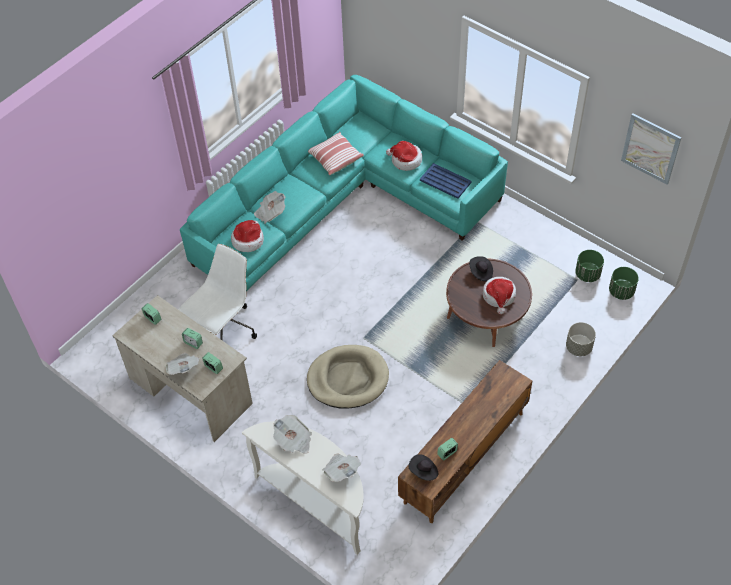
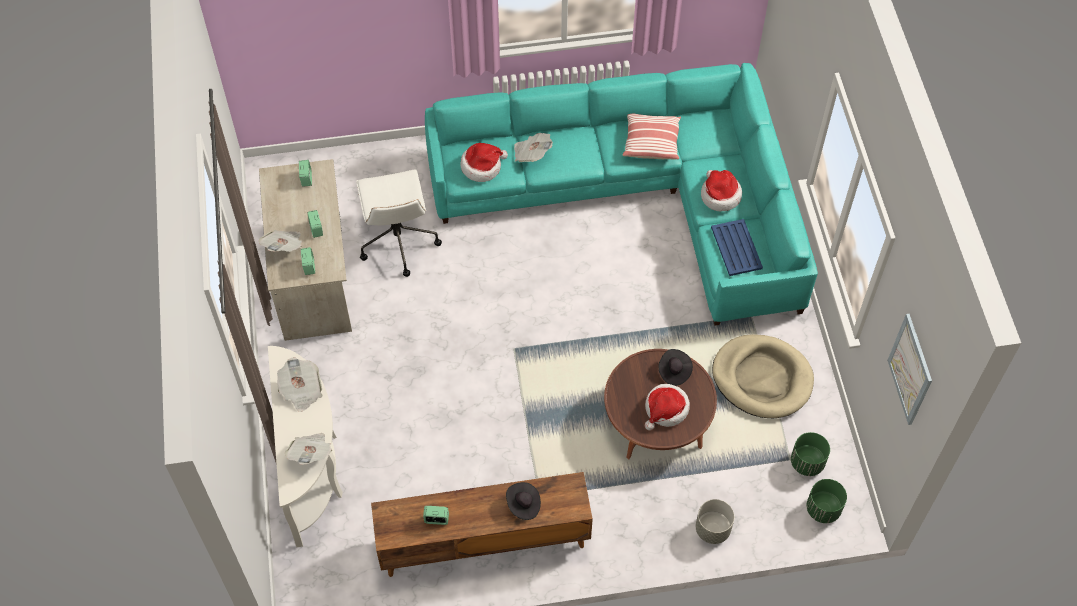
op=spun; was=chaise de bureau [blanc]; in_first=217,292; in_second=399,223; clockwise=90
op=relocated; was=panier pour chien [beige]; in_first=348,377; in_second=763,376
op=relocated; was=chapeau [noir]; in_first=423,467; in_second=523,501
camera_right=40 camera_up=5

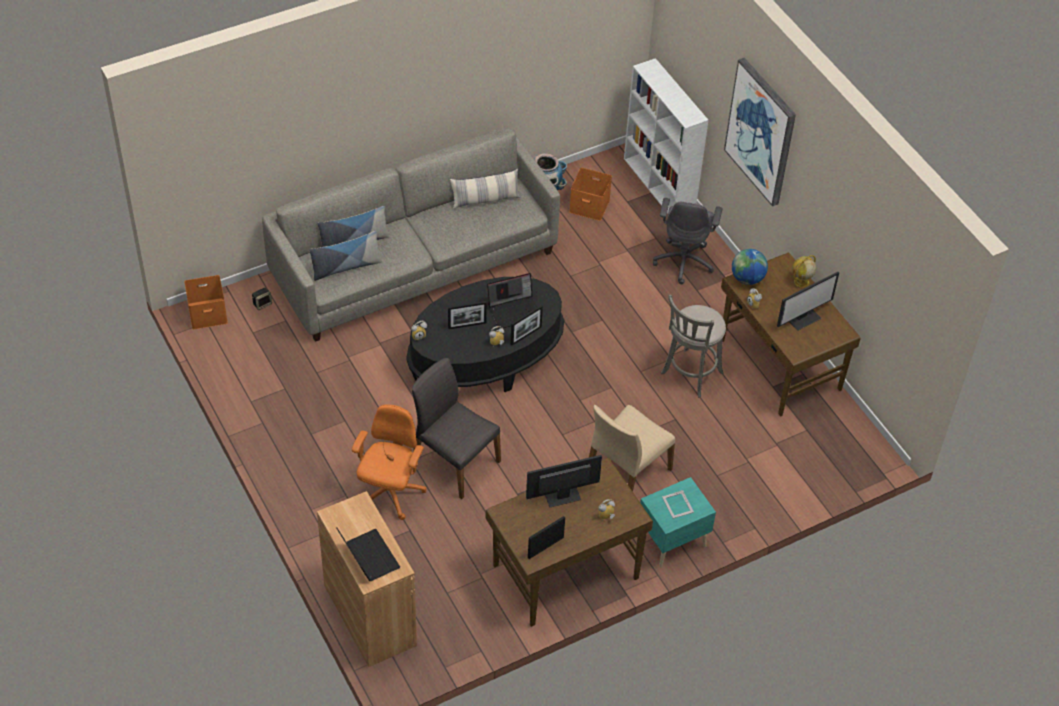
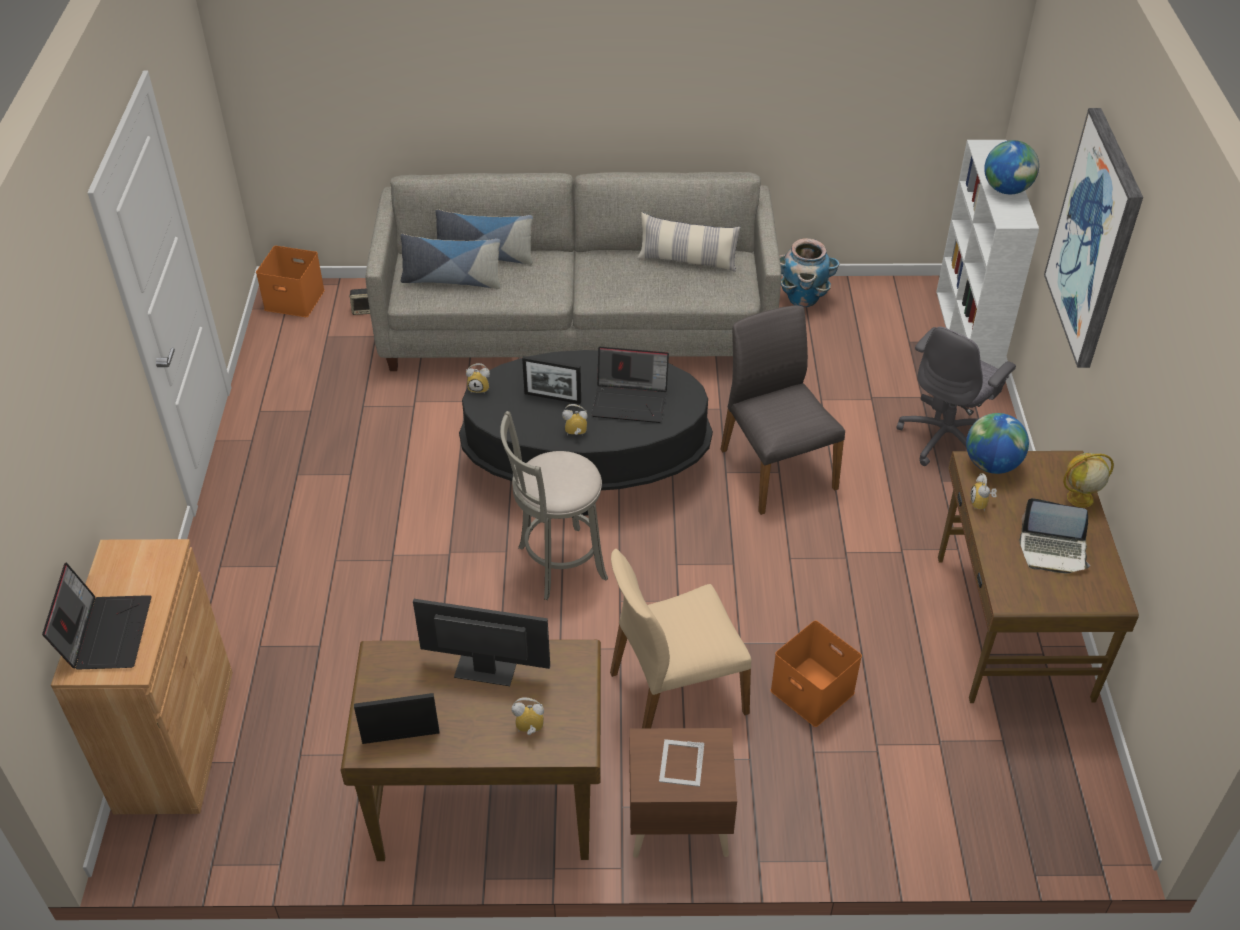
op=missing; was=chaise de bureau [orange]; in_first=389,462
op=relocated; was=chaise [gris]; in_first=456,428; in_second=782,410
op=missing; was=cadre photo; in_first=527,325
op=relocated; was=boîte de rangement [orange]; in_first=590,194; in_second=816,674
op=colour; was=table de chevet [turquoise]; now=table de chevet [marron]; in_first=678,522; in_second=683,793
op=relocated; was=tabouret [gris]; in_first=693,346; in_second=554,505
op=exchanged; was=écran d'ordinateur; now=ordinateur portable; in_first=808,301; in_second=1054,536
op=appeared; now=globe; in_second=1011,167
camera_right=30 camera_up=-5

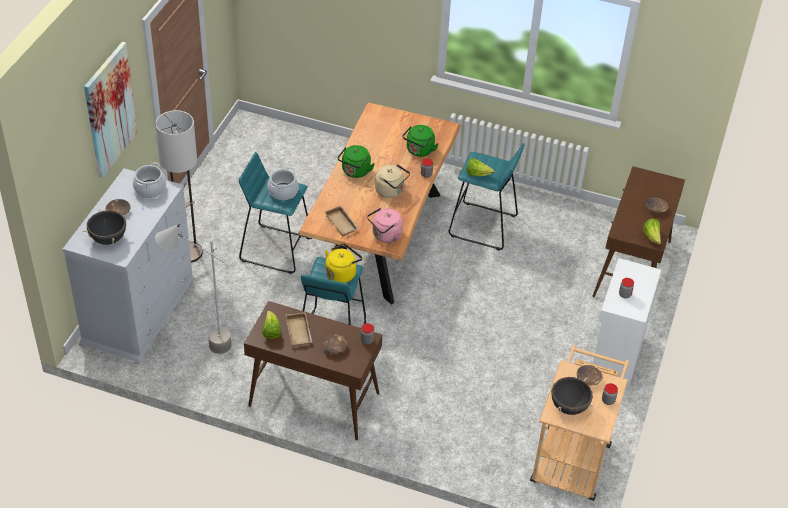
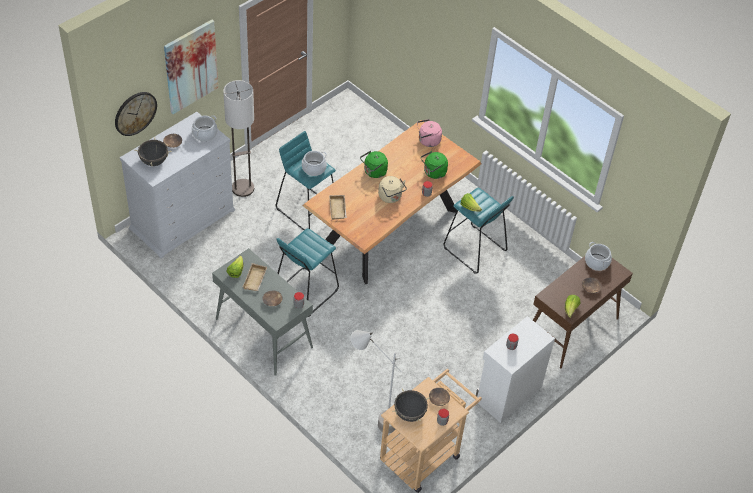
op=relocated; was=lampadaire [gris]; in_first=193,289; in_second=376,381
op=colour; was=table console [marron]; now=table console [gris]; in_first=313,370; in_second=262,312
op=missing; was=bouilloire [jaune]; in_first=343,263
op=relocated; was=bouilloire [rose]; in_first=385,225; in_second=429,133
op=appeared; now=horloge murale; in_second=136,114
op=appeared; now=marmite; in_second=598,256
camera_right=25 camera_up=5

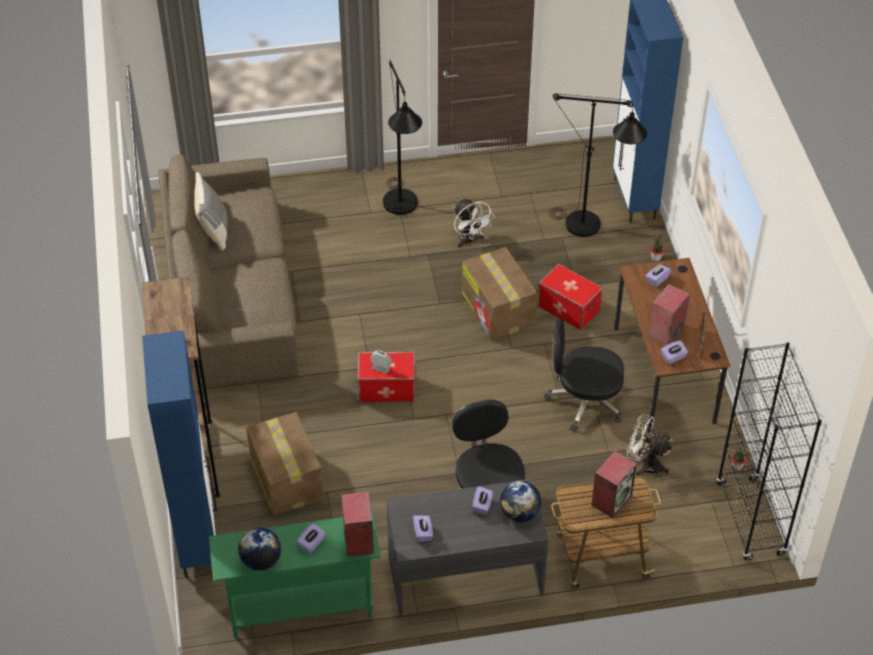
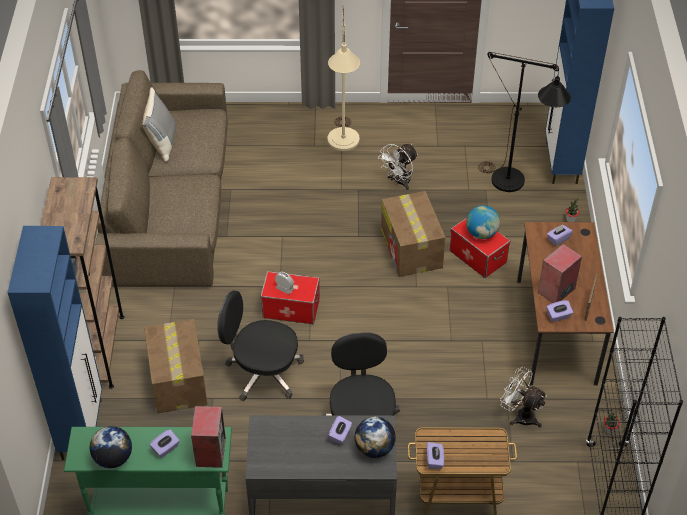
op=colour; was=lampadaire [noir]; now=lampadaire [beige]; in_first=402,137; in_second=344,78
op=relocated; was=boîte à mouchoirs [violet]; in_first=423,528; in_second=435,455
op=spun; was=ventilateur [blanc]; in_first=474,222; in_second=398,167; clockwise=60
op=relocated; was=chaise de bureau [noir]; in_first=584,375; in_second=260,346
op=missing; was=enceinte; in_first=614,484
op=appeared; now=globe; in_second=483,222
camera_right=10 camera_up=0

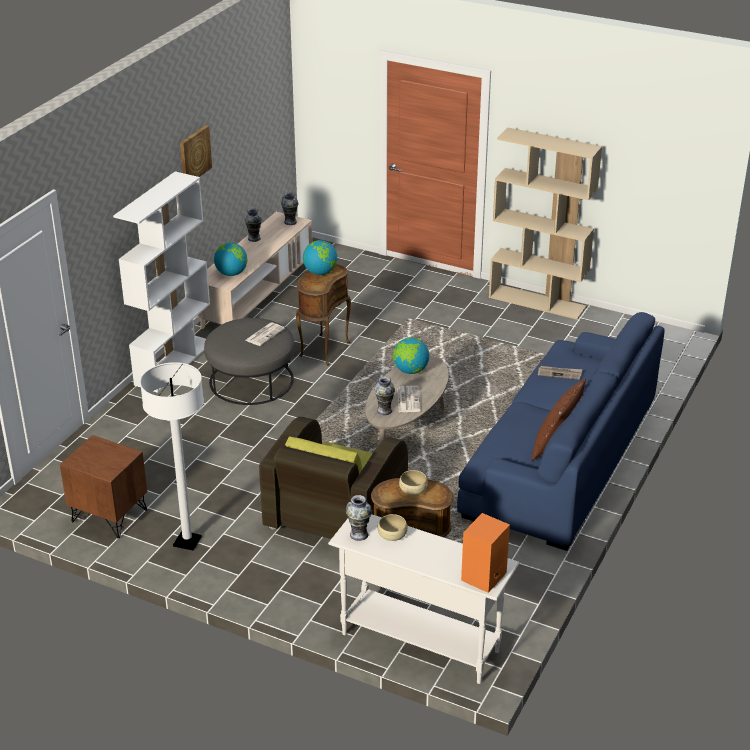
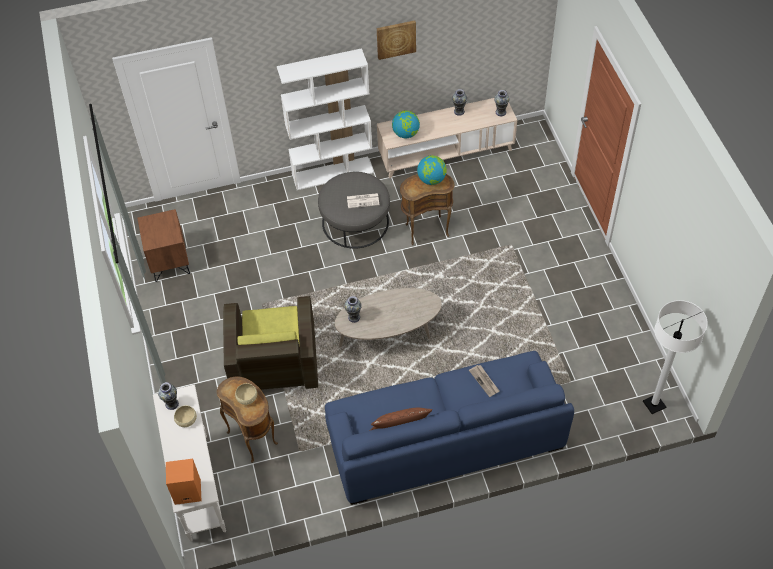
op=relocated; was=lampadaire [blanc]; in_first=172,456; in_second=675,357
op=spun; was=fauteuil [marron]; in_first=333,478; in_second=270,343; clockwise=-75
op=missing; was=globe; in_first=411,355
op=missing; was=journal; in_first=409,399
op=missing; was=bibliothèque [beige]; in_first=545,223
camera_right=50 camera_up=20

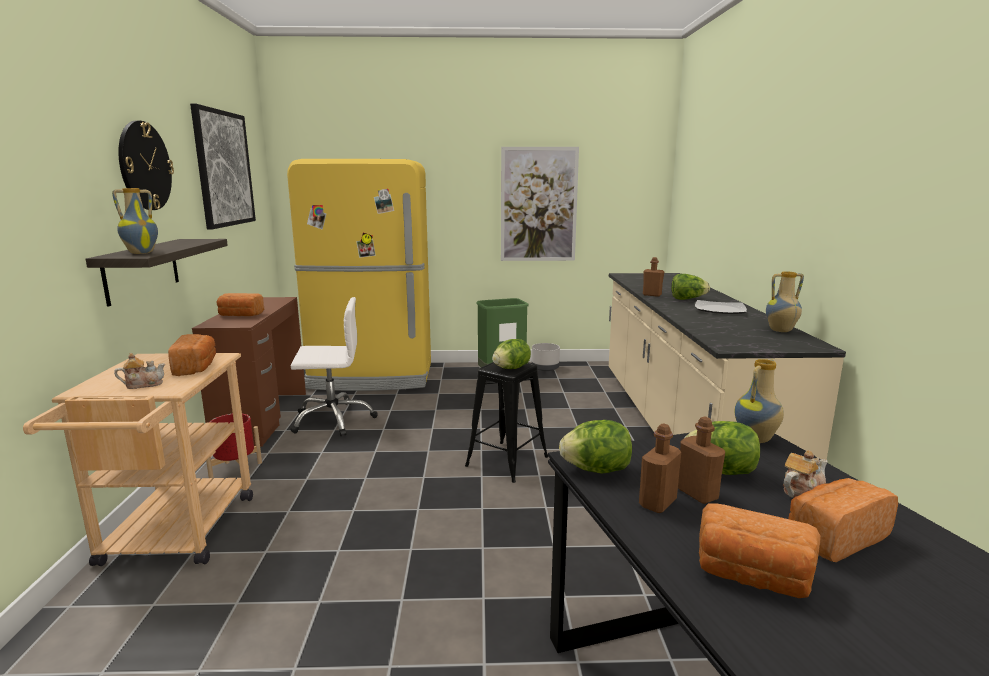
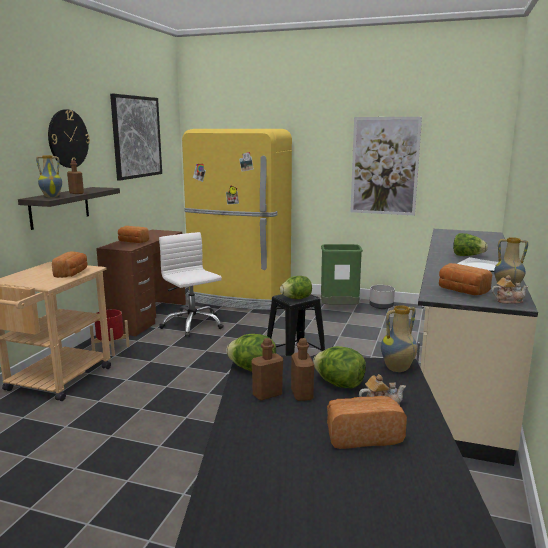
op=relocated; was=théière; in_first=139,371; in_second=510,289
op=spun; was=chaise de bureau [blanc]; in_first=334,366; in_second=191,284; clockwise=-135
op=relocated; was=bouteille [marron]; in_first=653,277; in_second=75,177
op=relocated; was=pain; in_first=760,550; in_second=465,279
camera_right=20 camera_up=0

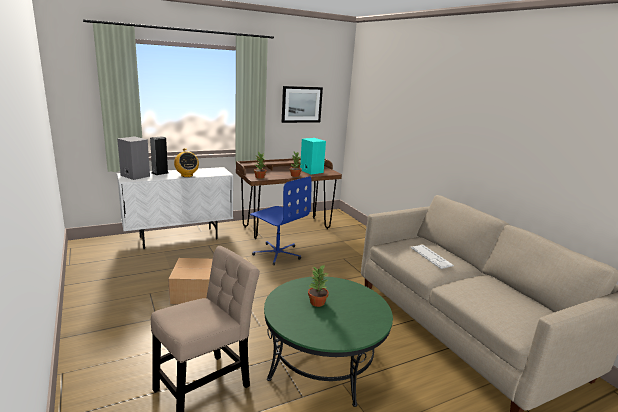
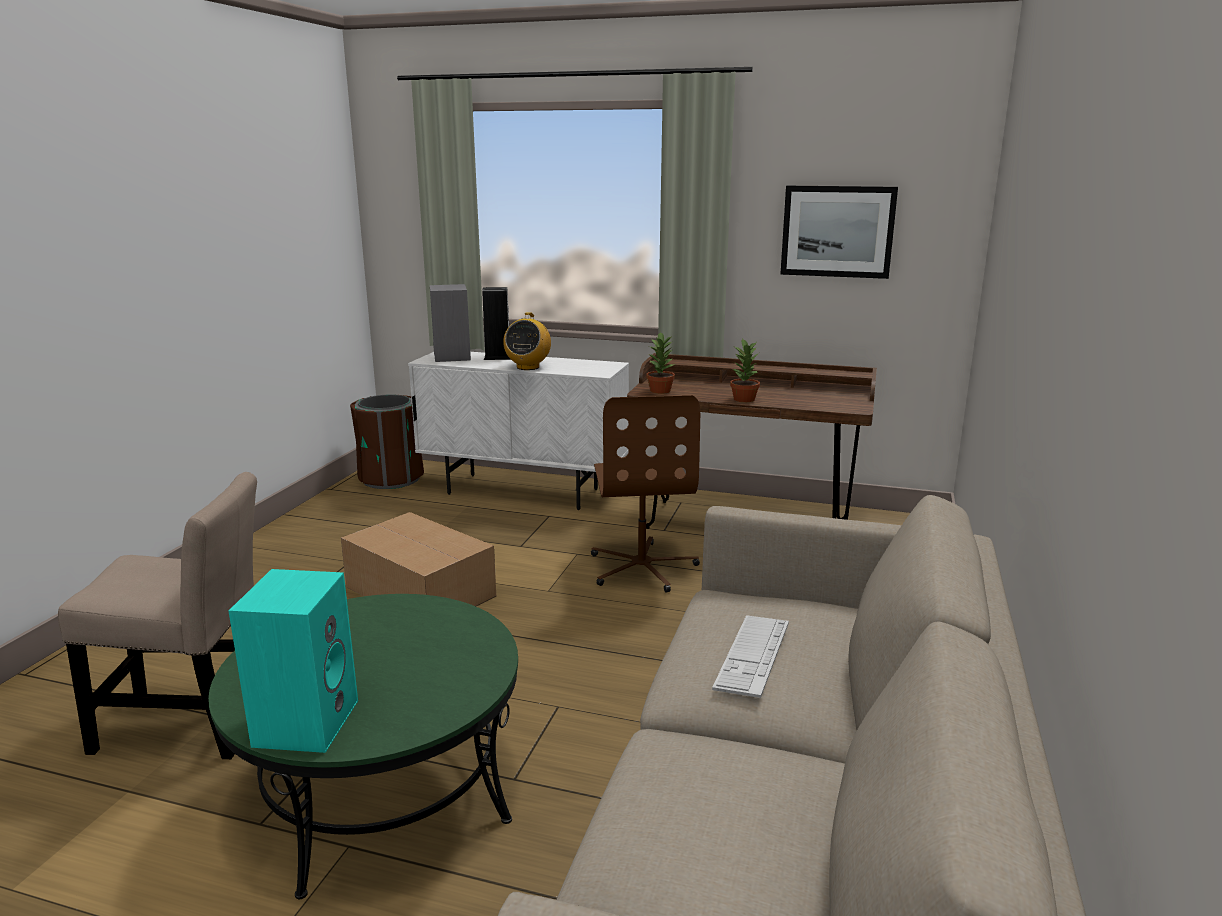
op=colour; was=chaise de bureau [bleu]; now=chaise de bureau [marron]; in_first=281,220; in_second=645,494
op=relocated; was=enceinte [turquoise]; in_first=313,156; in_second=293,661
op=missing; was=plante en pot; in_first=318,285
op=appeared; now=poubelle [marron]; in_second=387,442
camera_right=45 camera_up=0

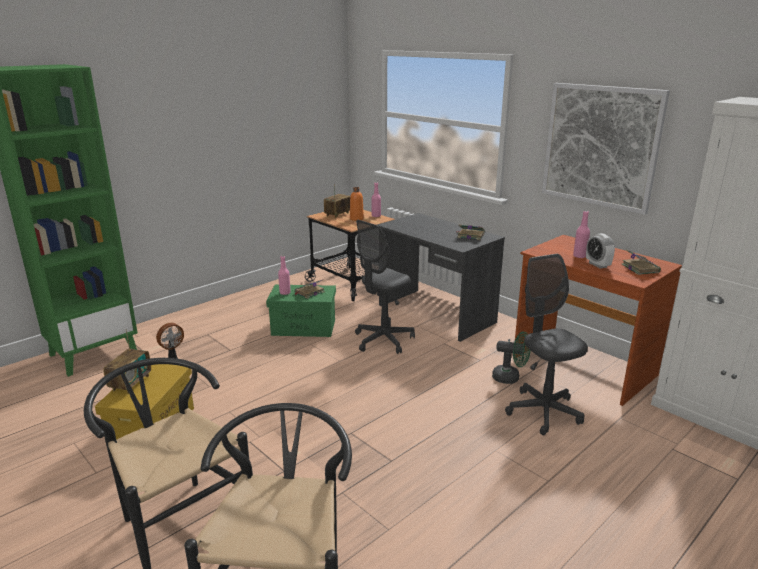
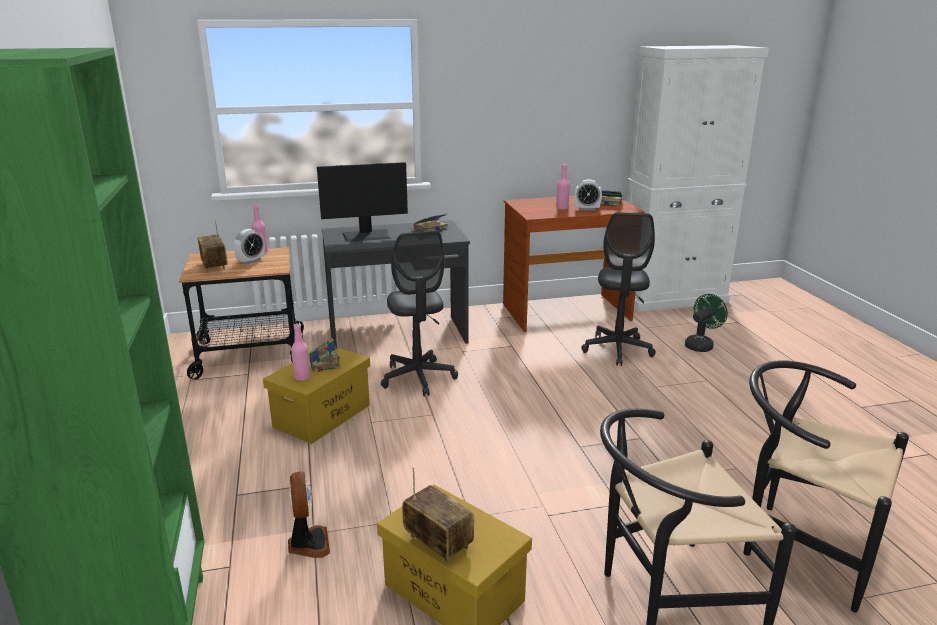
op=colour; was=boîte de rangement [vert]; now=boîte de rangement [jaune]; in_first=301,311; in_second=316,395
op=exchanged; was=bouteille [orange]; now=réveil; in_first=357,204; in_second=249,246
op=relocated; was=ventilateur [vert]; in_first=511,358; in_second=706,323
op=spun; was=chaise de bureau [gris]; in_first=546,344; in_second=618,289; clockwise=-90
op=missing; was=tableau; in_first=606,149
op=appeared; now=écran d'ordinateur; in_second=362,202
camera_right=-60 camera_up=0

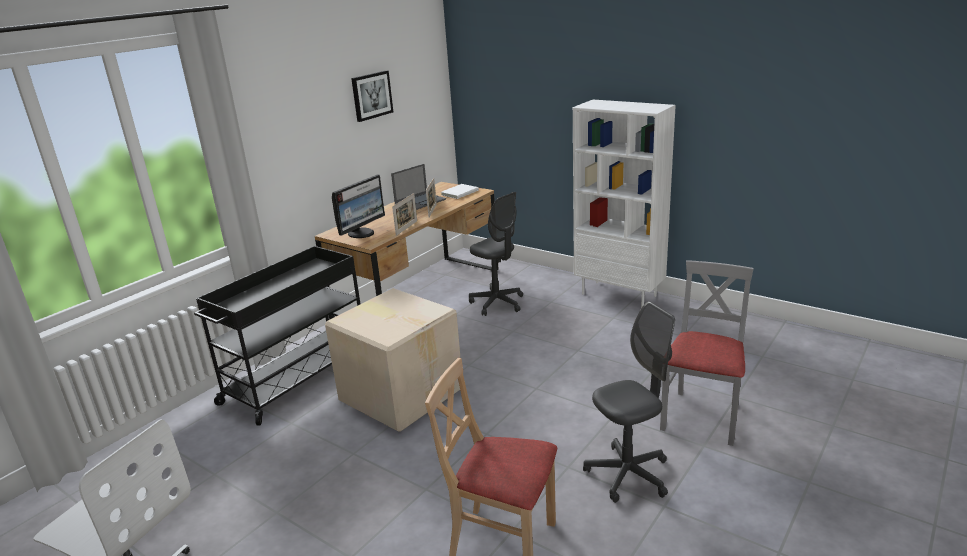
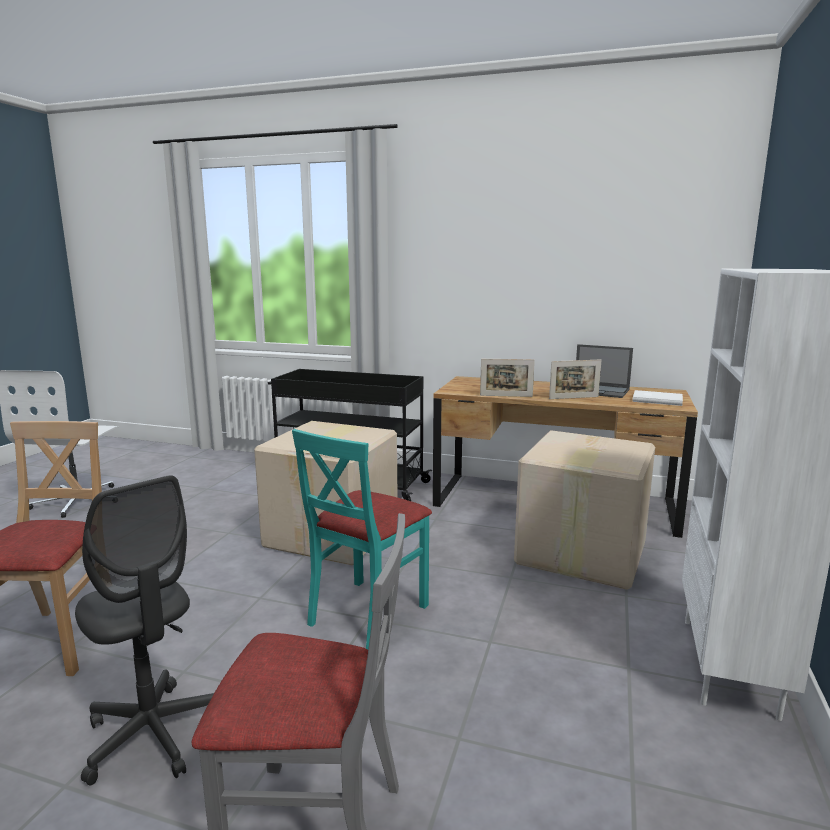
op=missing; was=écran d'ordinateur; in_first=358,206
op=missing; was=tableau; in_first=372,96
op=exchanged; was=chaise de bureau [gris]; now=carton; in_first=496,254; in_second=584,510
op=appeared; now=chaise [turquoise]; in_second=362,539
camera_right=70 camera_up=-10

